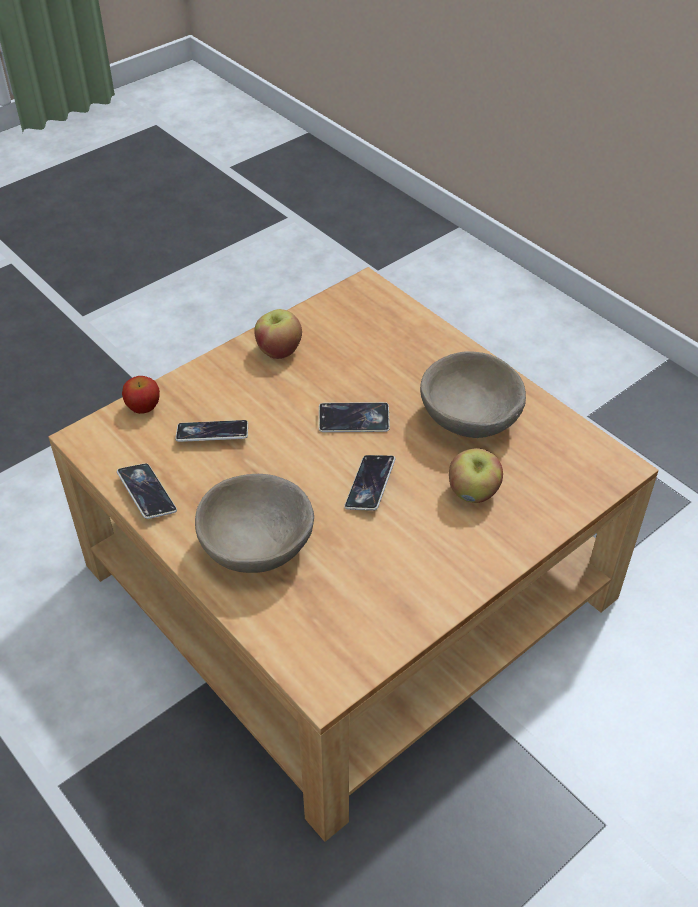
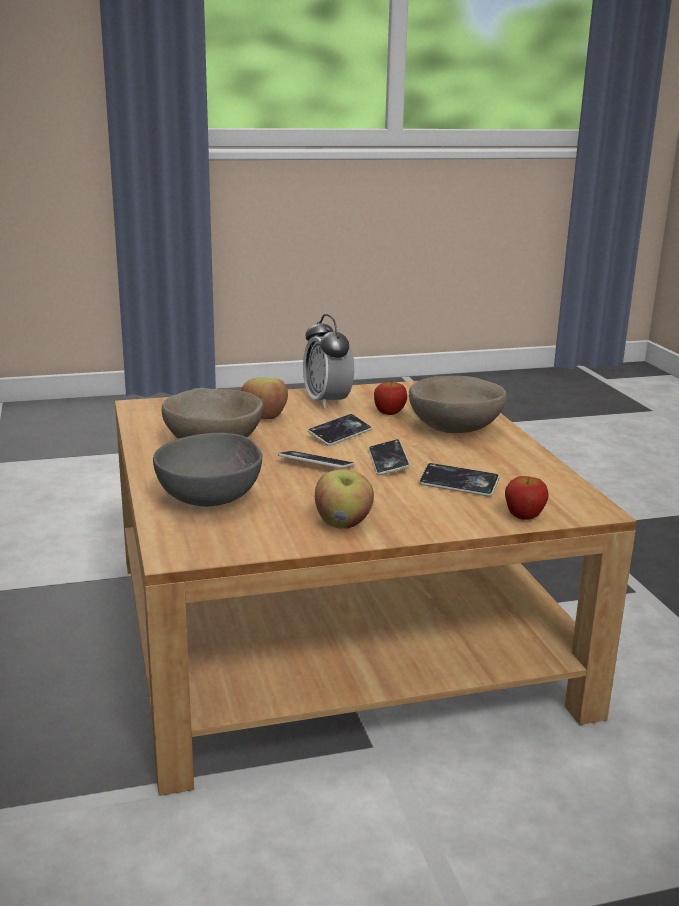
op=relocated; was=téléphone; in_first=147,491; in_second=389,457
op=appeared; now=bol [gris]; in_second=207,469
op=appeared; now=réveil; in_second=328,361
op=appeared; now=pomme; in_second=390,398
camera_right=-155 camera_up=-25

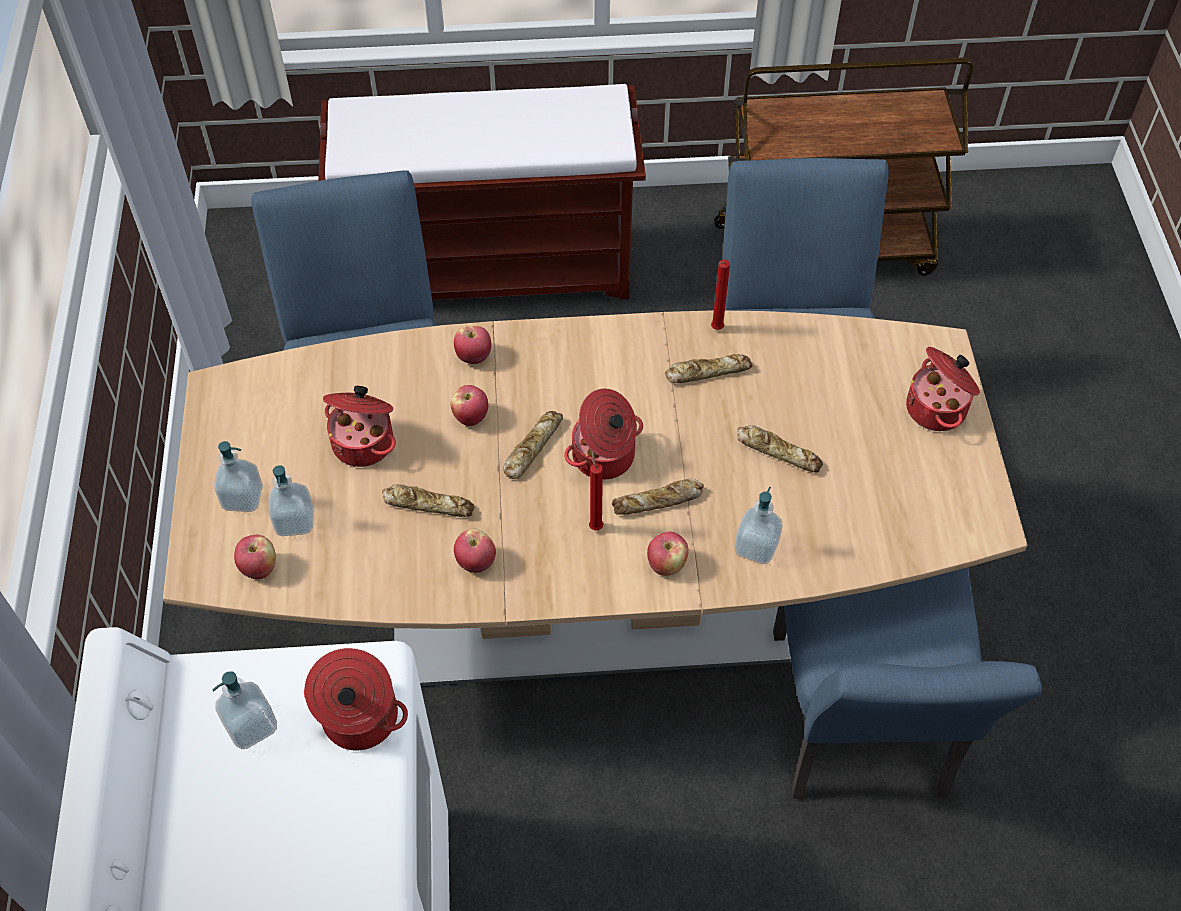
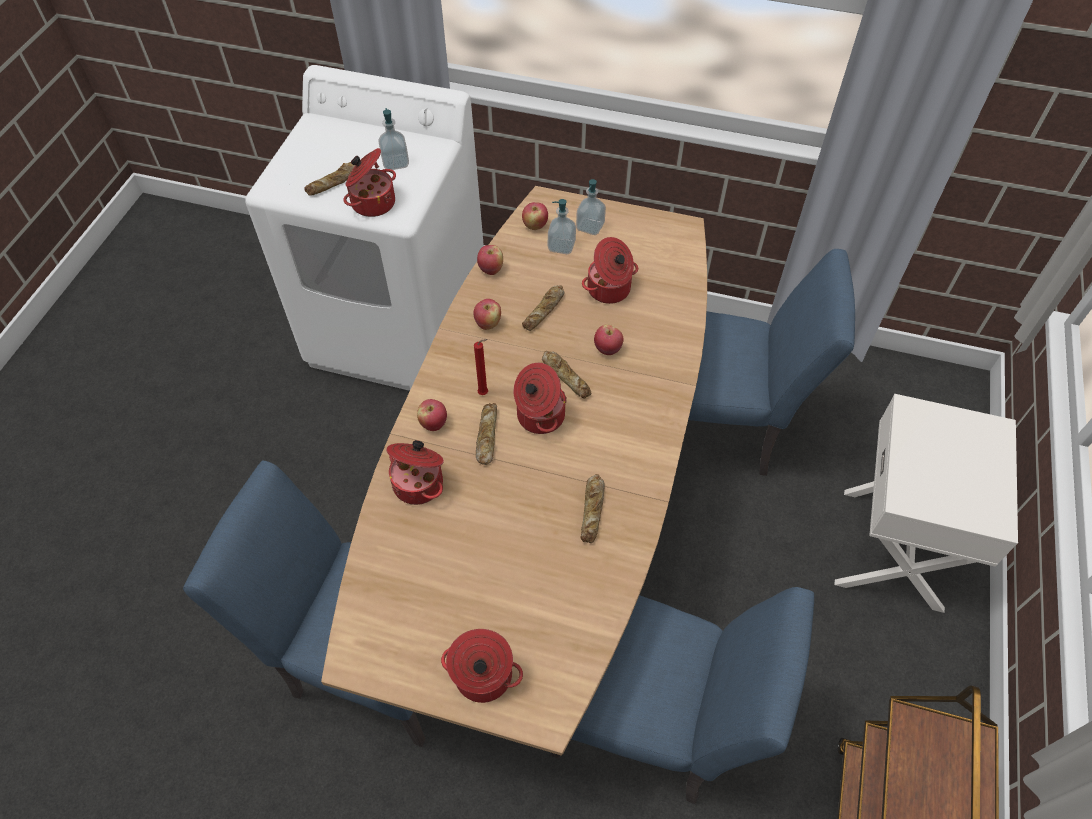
op=exchanged; was=banc [marron]; now=table de chevet [blanc]; in_first=482,192; in_second=926,503
op=relocated; was=pomme; in_first=472,345; in_second=490,260
op=missing; was=bougie [rouge]; in_first=720,295
op=exchanged; was=distributeur de savon; now=marmite; in_first=759,525; in_second=415,472
op=relocated; was=pain; in_first=780,449; in_second=329,179
camera_right=110 camera_up=0

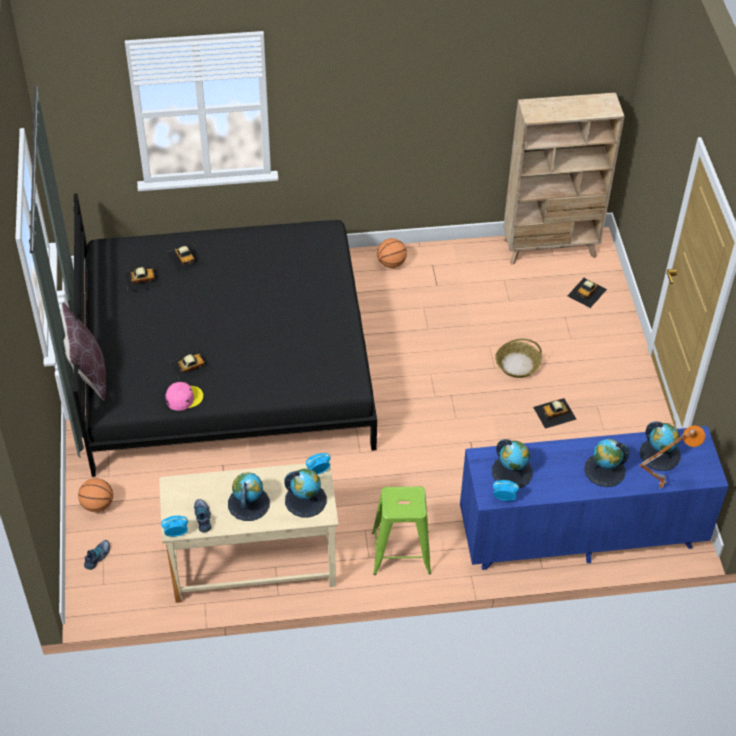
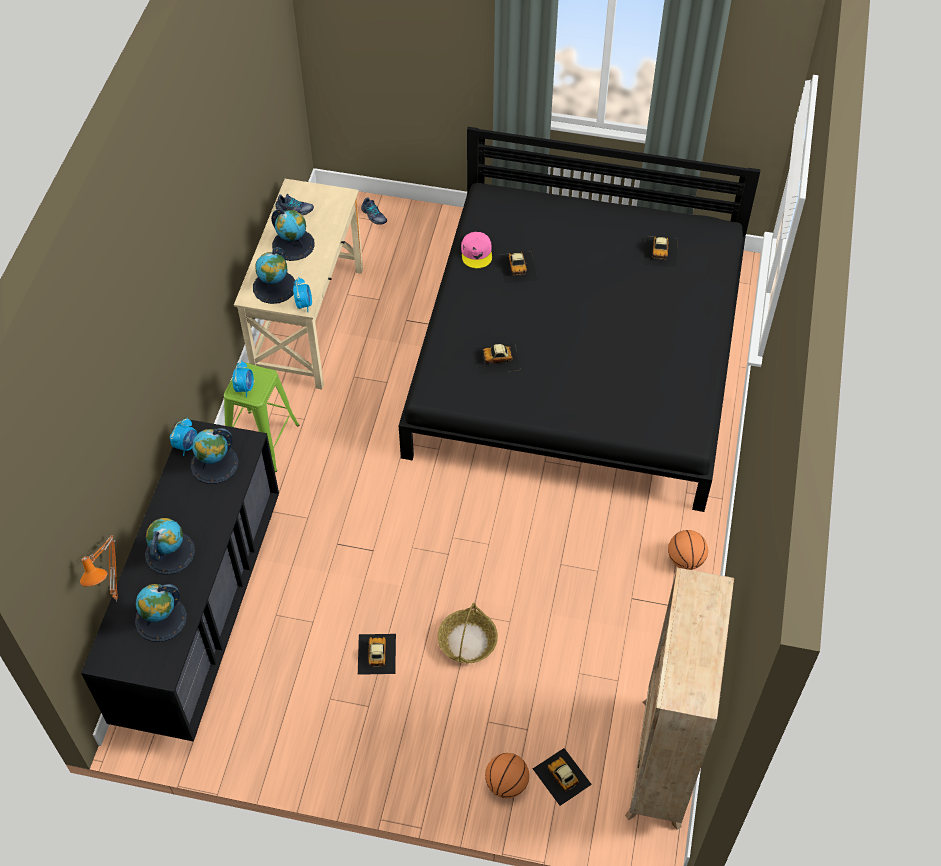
op=missing; was=coussin [marron]; in_first=83,352
op=relocated; was=ballon de basket; in_first=95,495; in_second=507,775
op=relocated; was=réveil; in_first=174,526; in_second=243,379
op=relocated; was=petite voiture; in_first=185,259; in_second=497,359
op=colour; was=commode [bleu]; now=commode [noir]; in_first=594,498; in_second=180,580
camera_right=110 camera_up=5

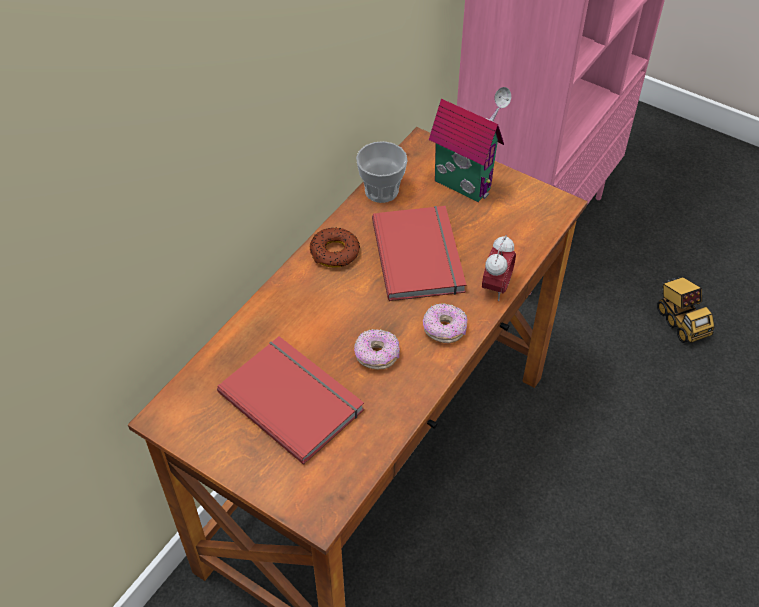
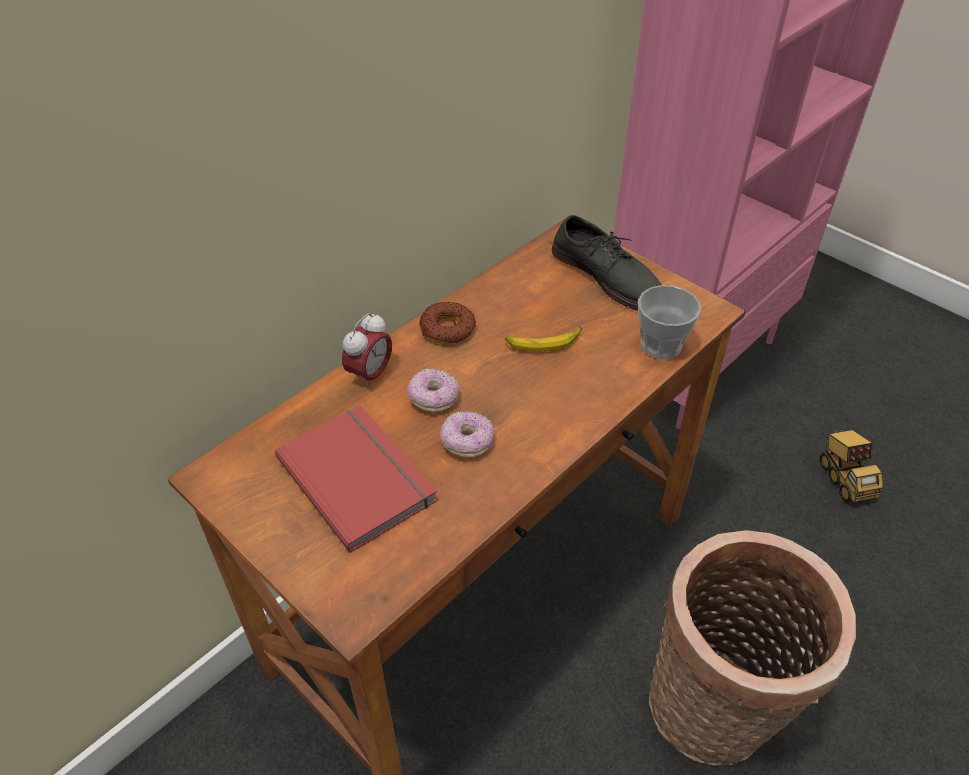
op=relocated; was=tasse; in_first=382,172; in_second=669,322
op=exchanged; was=livre [rouge]; now=banane; in_first=419,253; in_second=543,339
op=relocated; was=beignet; in_first=445,323; in_second=433,390
op=exchanged; was=maison miniature; now=chaussure [gris]; in_first=470,144; in_second=607,263
op=relocated; was=réveil; in_first=499,268; in_second=367,351
op=appeared; now=panier; in_second=752,648
camera_right=10 camera_up=-5

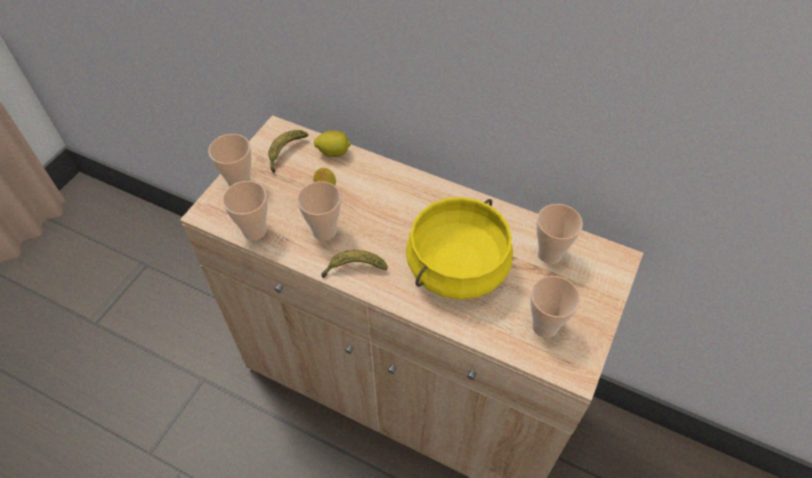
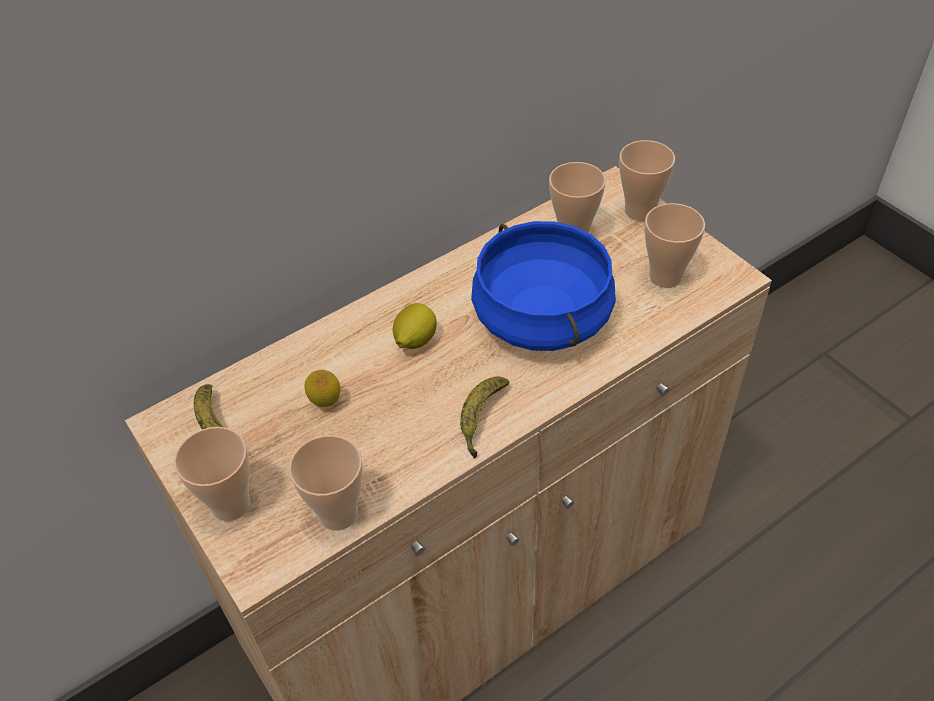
op=relocated; was=tasse; in_first=319,211; in_second=647,180
op=relocated; was=citron; in_first=332,143; in_second=415,326
op=colour; was=marmite [jaune]; now=marmite [bleu]; in_first=459,248; in_second=543,286
camera_right=-60 camera_up=-5

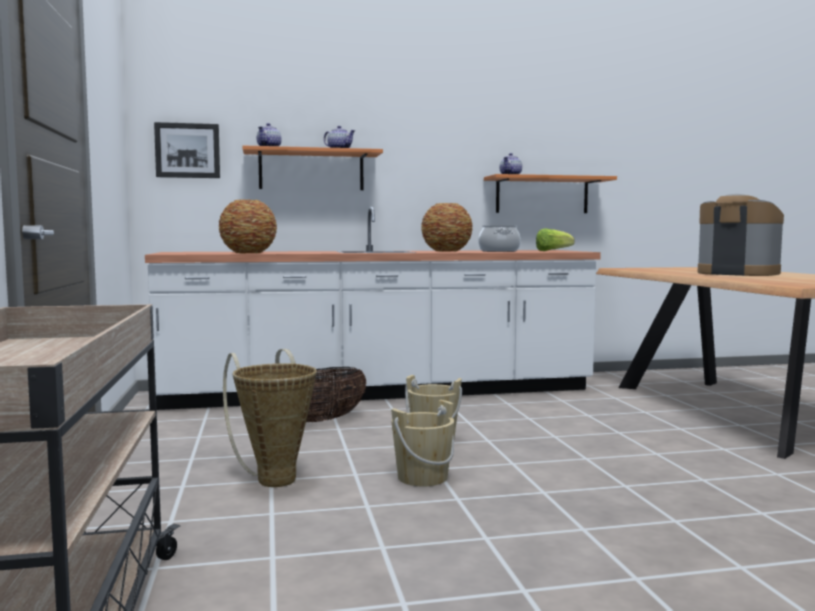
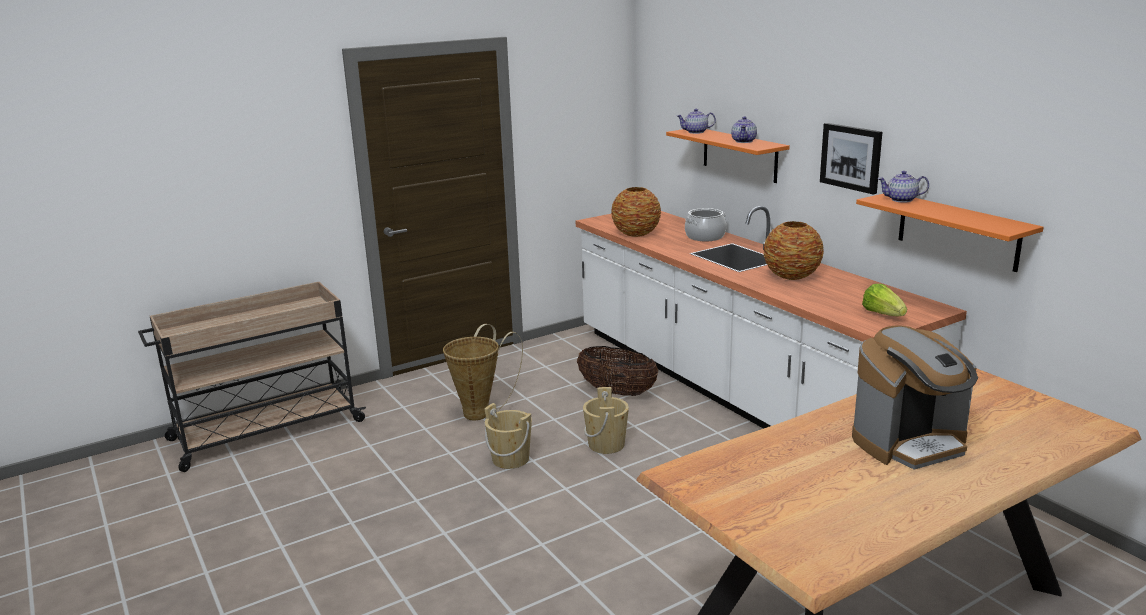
op=relocated; was=tableau; in_first=187,150; in_second=851,159
op=relocated; was=marmite; in_first=499,238; in_second=705,224
op=spun; was=machine à café; in_first=741,235; in_second=915,397; clockwise=45
camera_right=70 camera_up=15

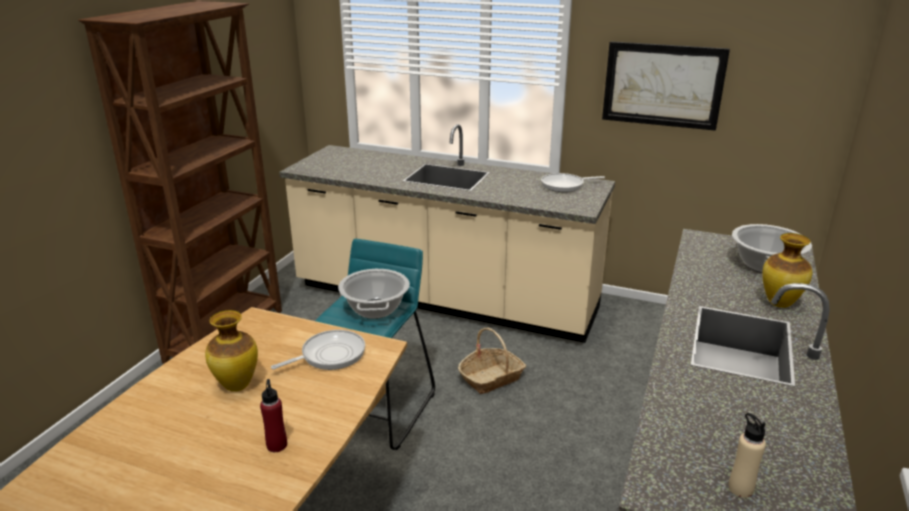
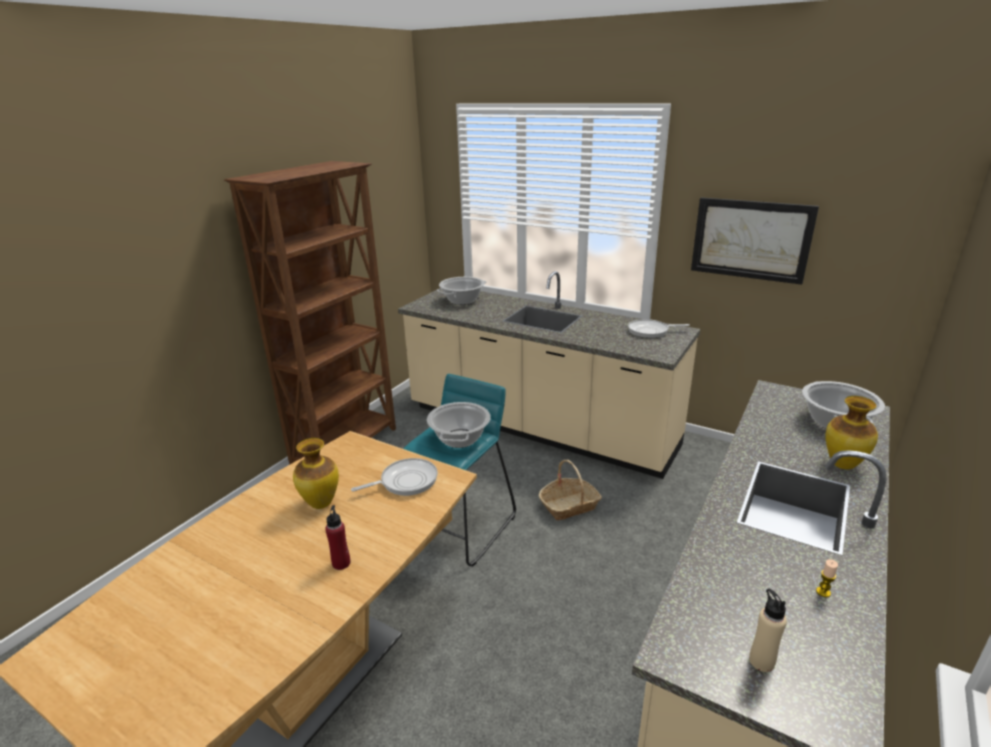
op=appeared; now=marmite; in_second=462,291
op=appeared; now=bougie; in_second=827,578
camera_right=10 camera_up=0

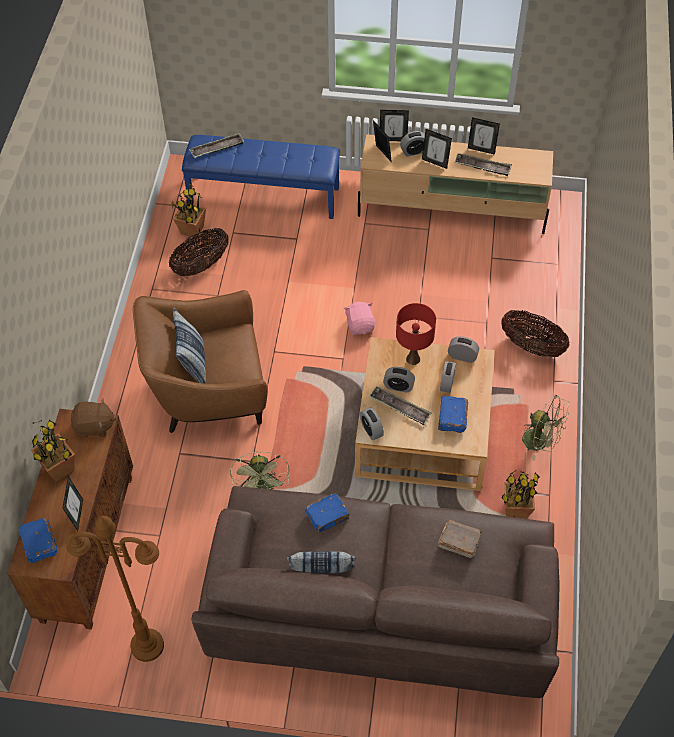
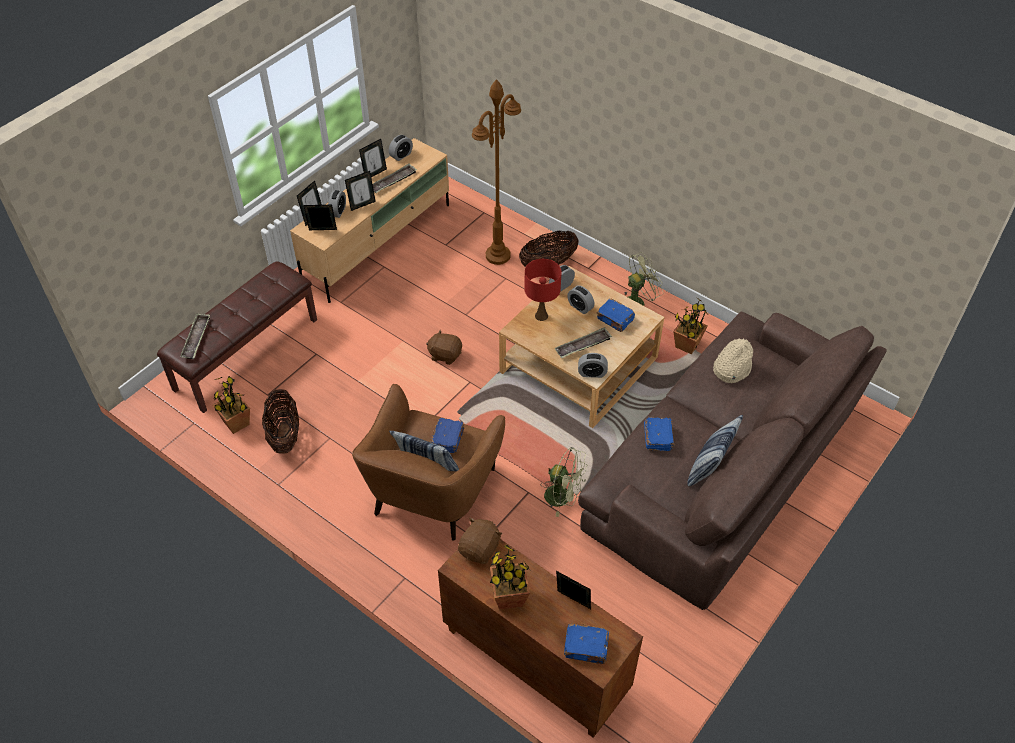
op=relocated; was=lampadaire [marron]; in_first=115,589; in_second=496,172
op=colour; was=banc [bleu]; now=banc [marron]; in_first=261,177; in_second=237,337
op=colour; was=peluche [rose]; now=peluche [marron]; in_first=359,318; in_second=444,347
op=relocated; was=réveil; in_first=399,380; in_second=401,148
op=exchanged; was=livre [marron]; now=chapeau [beige]; in_first=460,539; in_second=733,361
op=appeared; now=livre [bleu]; in_second=447,435
camera_right=-60 camera_up=-5

